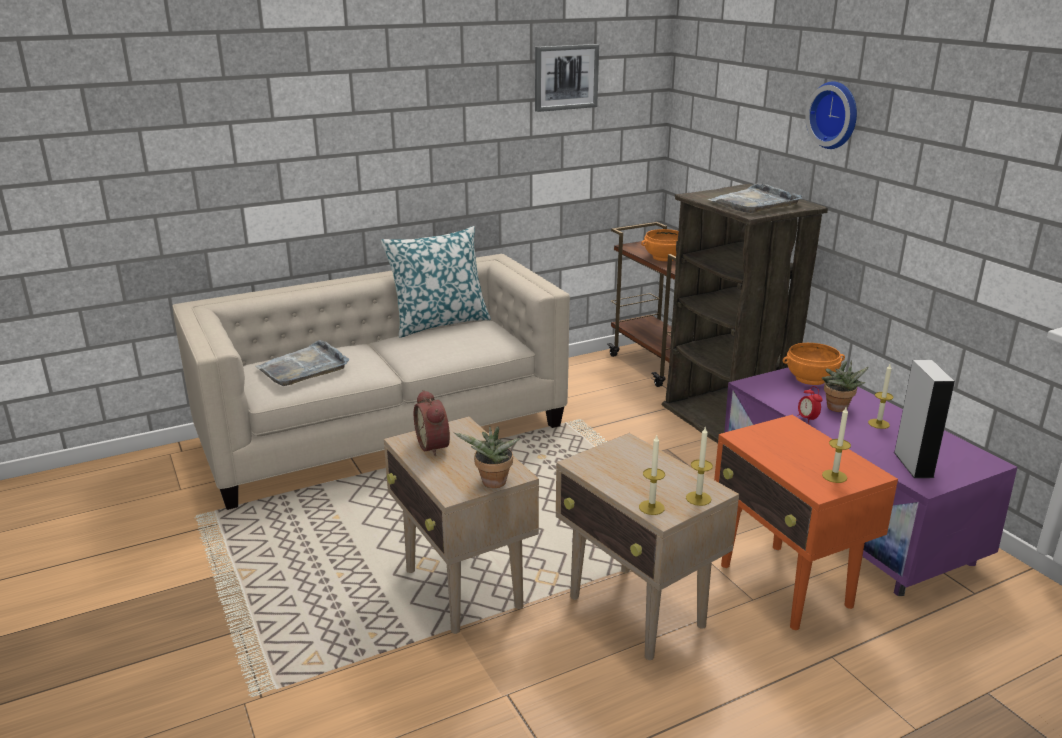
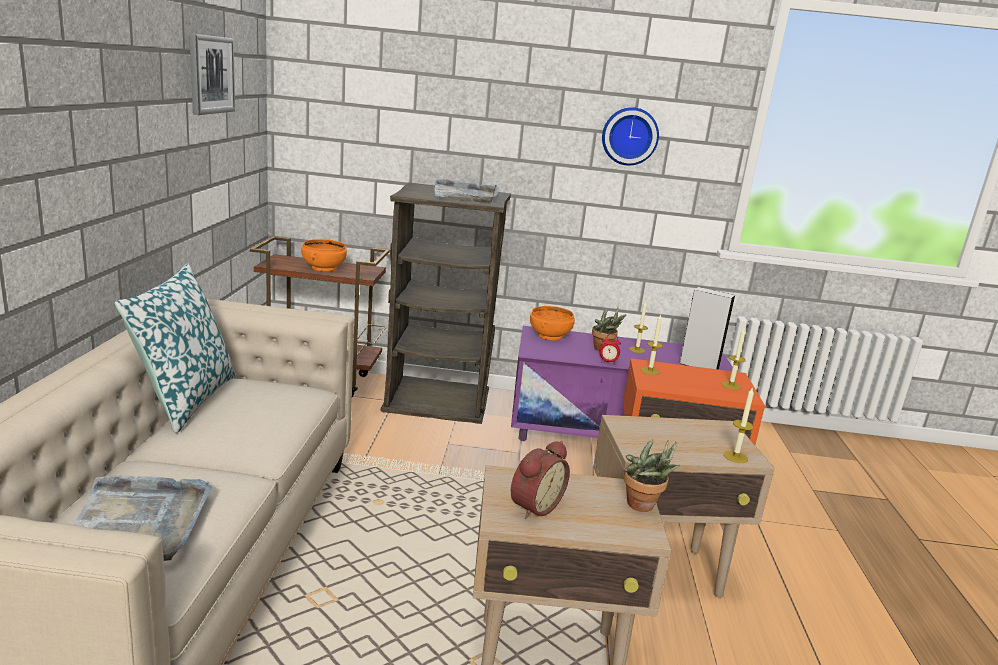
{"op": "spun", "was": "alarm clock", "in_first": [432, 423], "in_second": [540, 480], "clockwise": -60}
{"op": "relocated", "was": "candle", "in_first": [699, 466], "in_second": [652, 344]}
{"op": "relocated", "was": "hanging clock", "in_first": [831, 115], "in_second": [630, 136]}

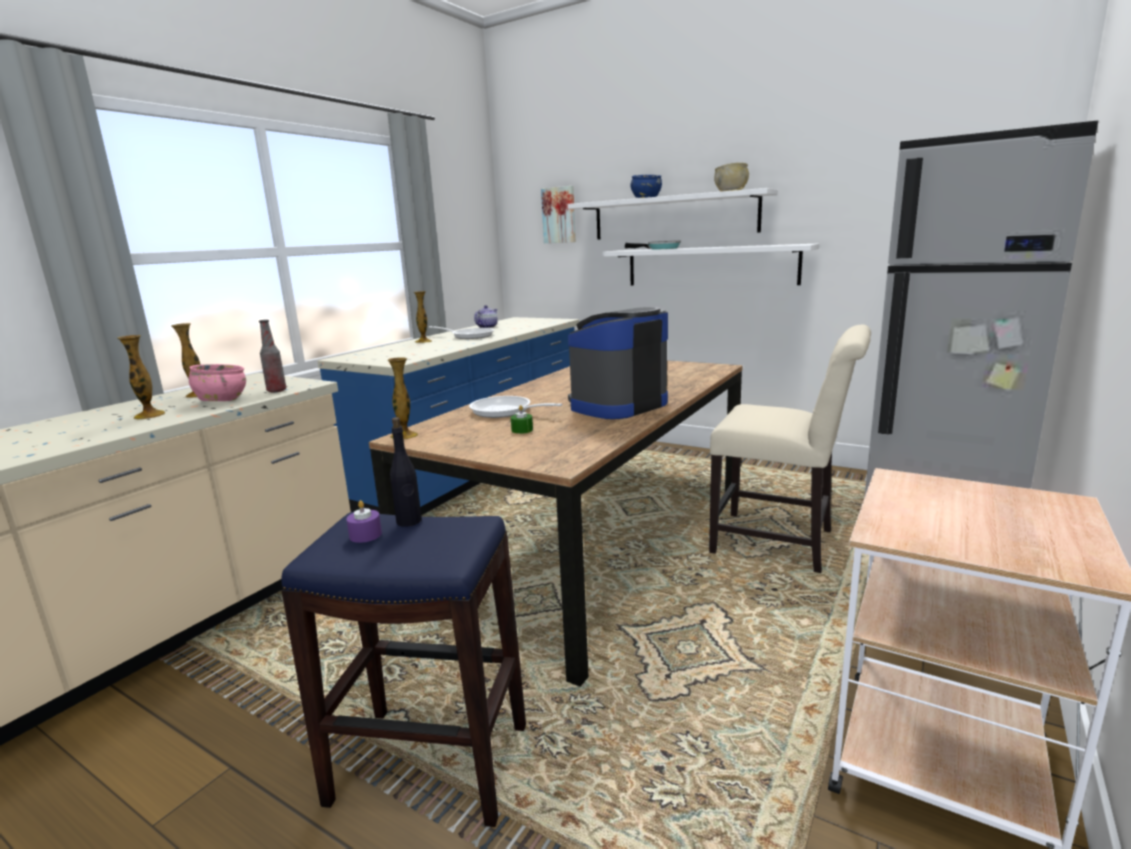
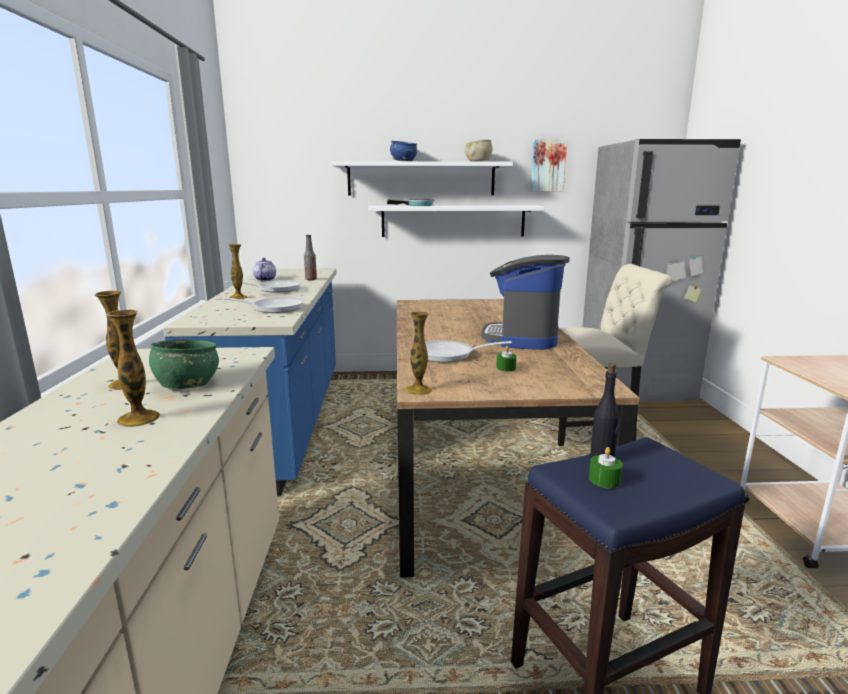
{"op": "colour", "was": "pink serving bowl", "now": "greenish serving bowl", "in_first": [217, 382], "in_second": [184, 364]}
{"op": "relocated", "was": "beverage bottle", "in_first": [272, 356], "in_second": [310, 257]}
{"op": "colour", "was": "purple candle", "now": "greenish candle", "in_first": [364, 521], "in_second": [606, 467]}
{"op": "relocated", "was": "picture", "in_first": [558, 214], "in_second": [549, 165]}
{"op": "appeared", "now": "skillet", "in_second": [260, 305]}

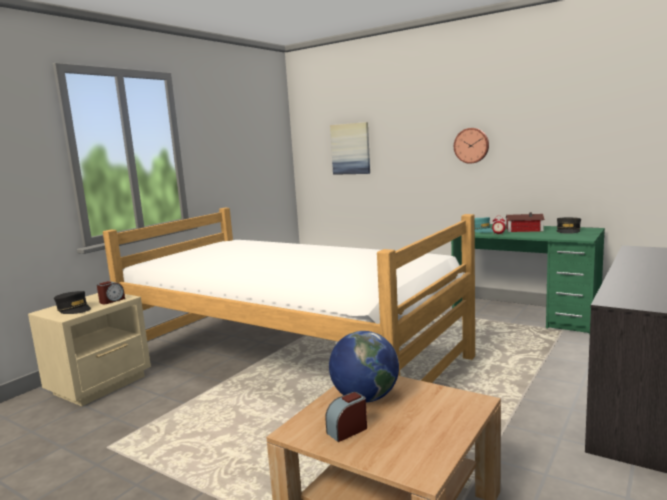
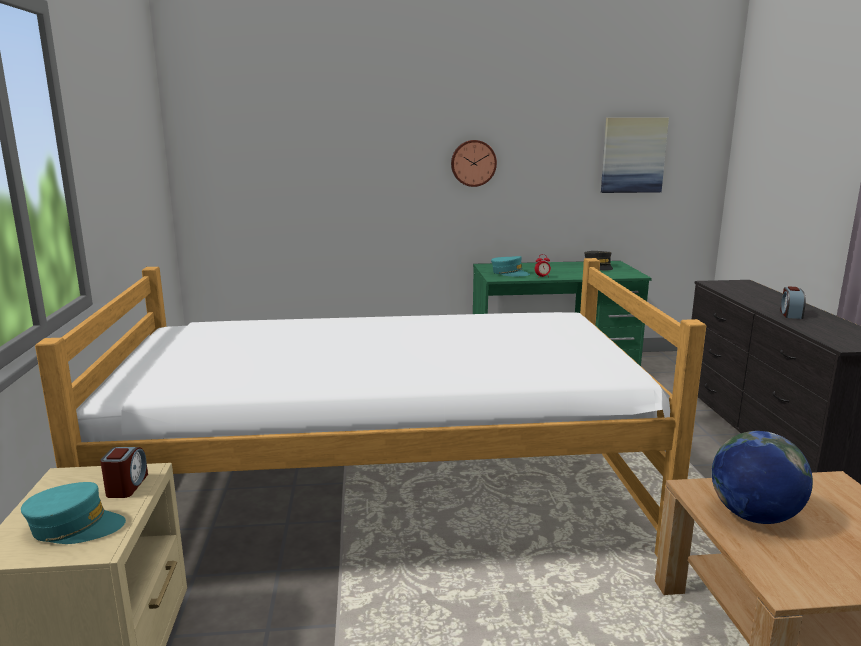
{"op": "colour", "was": "black baseball cap", "now": "turquoise-coloured baseball cap", "in_first": [72, 302], "in_second": [73, 513]}
{"op": "relocated", "was": "alarm clock", "in_first": [346, 417], "in_second": [793, 303]}
{"op": "relocated", "was": "picture", "in_first": [350, 148], "in_second": [635, 155]}
{"op": "missing", "was": "toy house", "in_first": [525, 222]}

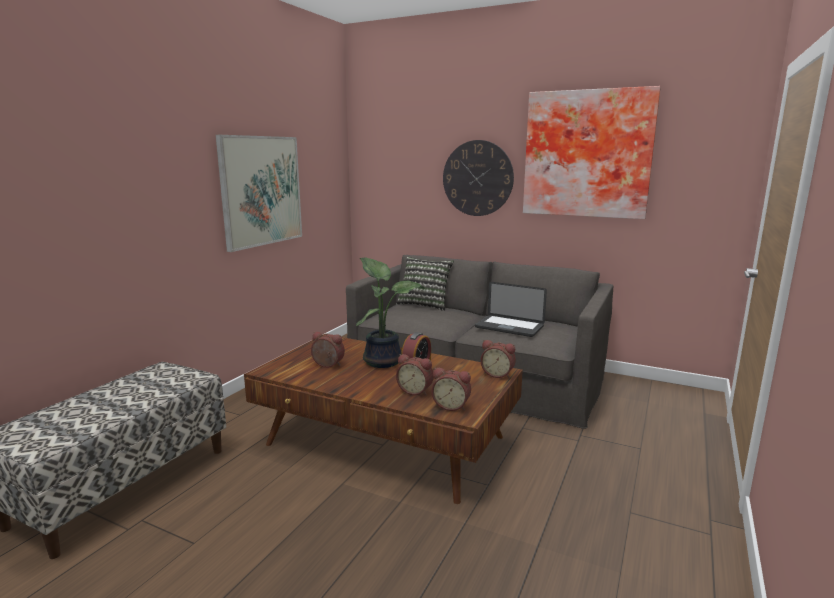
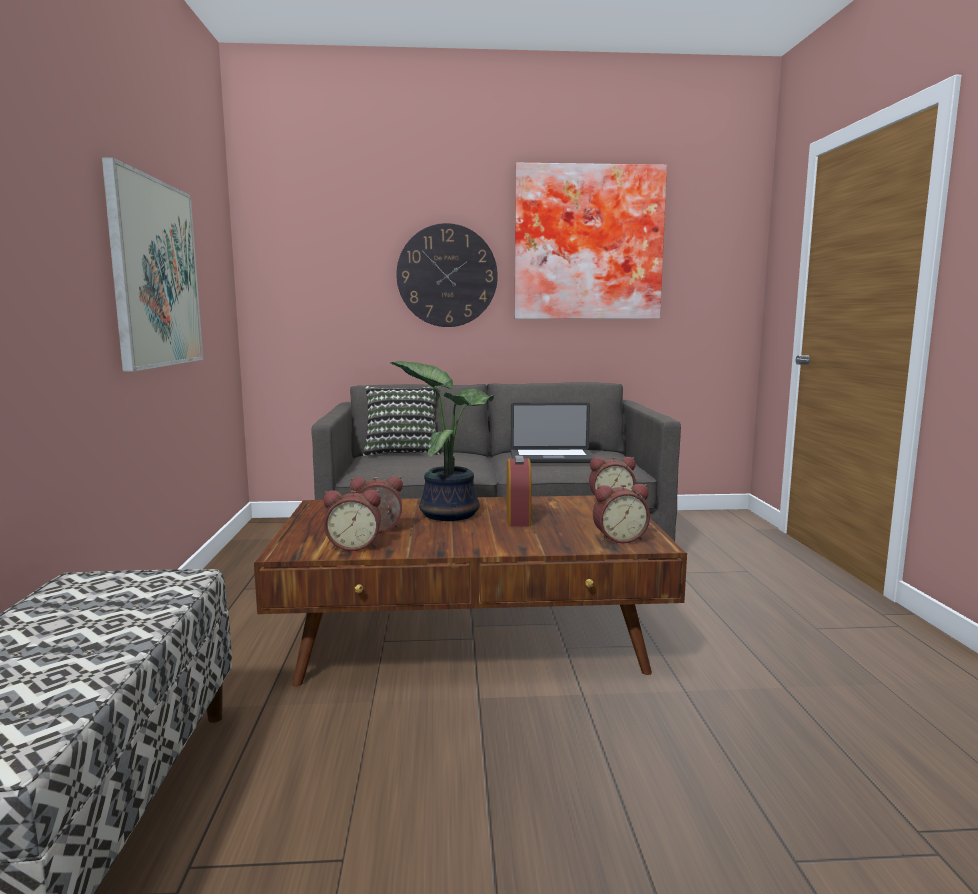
{"op": "relocated", "was": "alarm clock", "in_first": [415, 375], "in_second": [352, 520]}

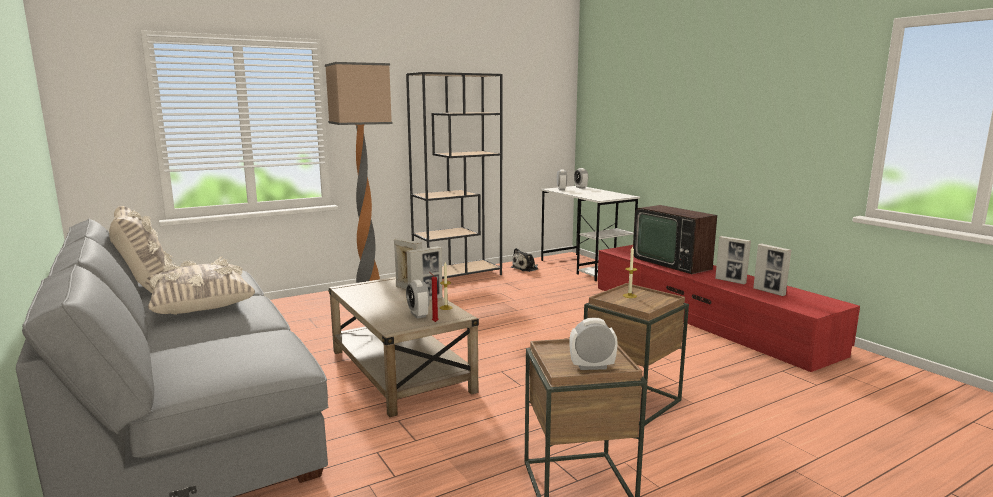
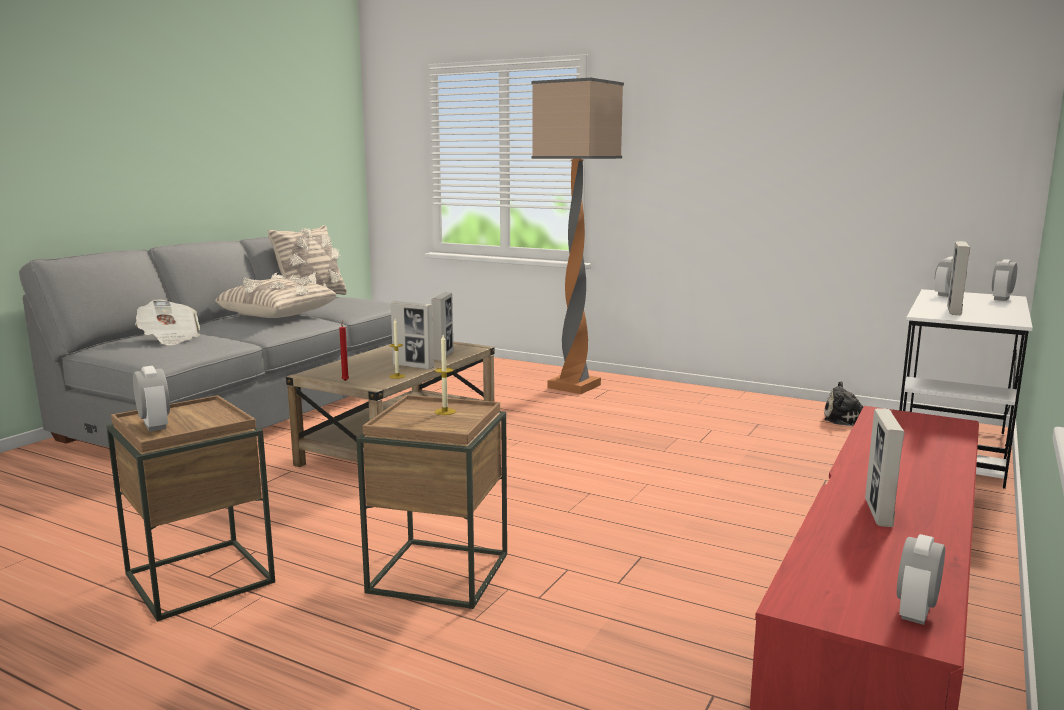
{"op": "missing", "was": "shelving unit", "in_first": [454, 175]}
{"op": "relocated", "was": "alarm clock", "in_first": [418, 299], "in_second": [921, 579]}
{"op": "missing", "was": "television", "in_first": [675, 239]}
{"op": "relocated", "was": "standing frame", "in_first": [772, 270], "in_second": [958, 278]}
{"op": "appeared", "now": "newspaper", "in_second": [167, 322]}

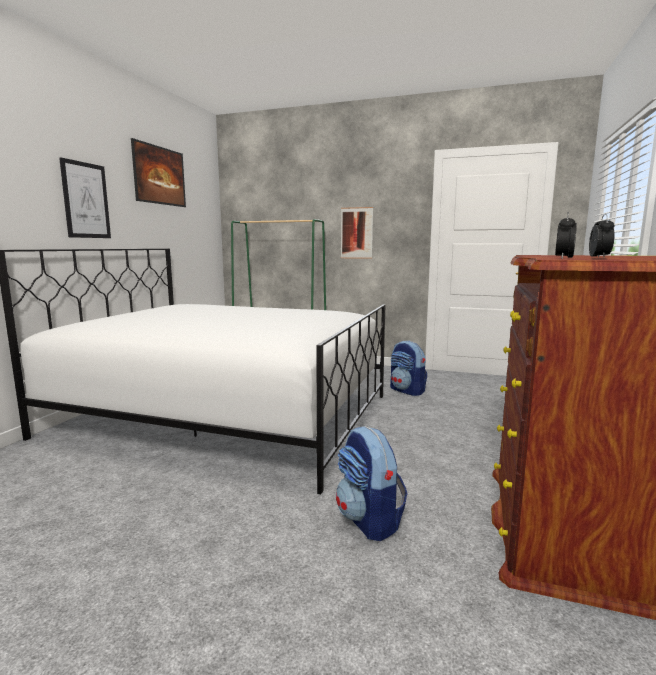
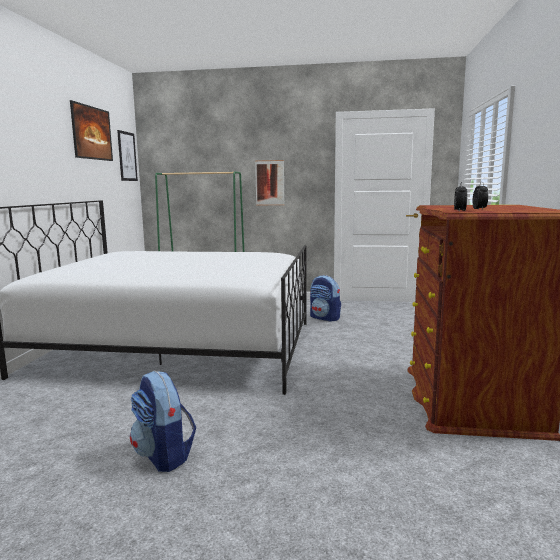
{"op": "relocated", "was": "picture", "in_first": [85, 197], "in_second": [127, 155]}
{"op": "relocated", "was": "knapsack", "in_first": [372, 483], "in_second": [163, 421]}

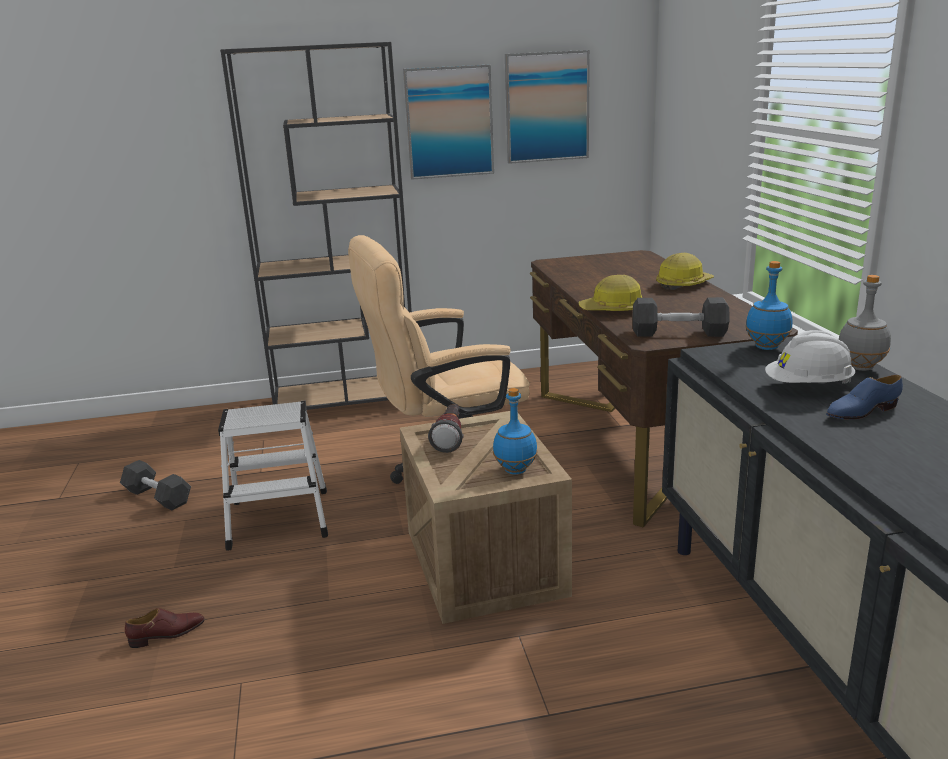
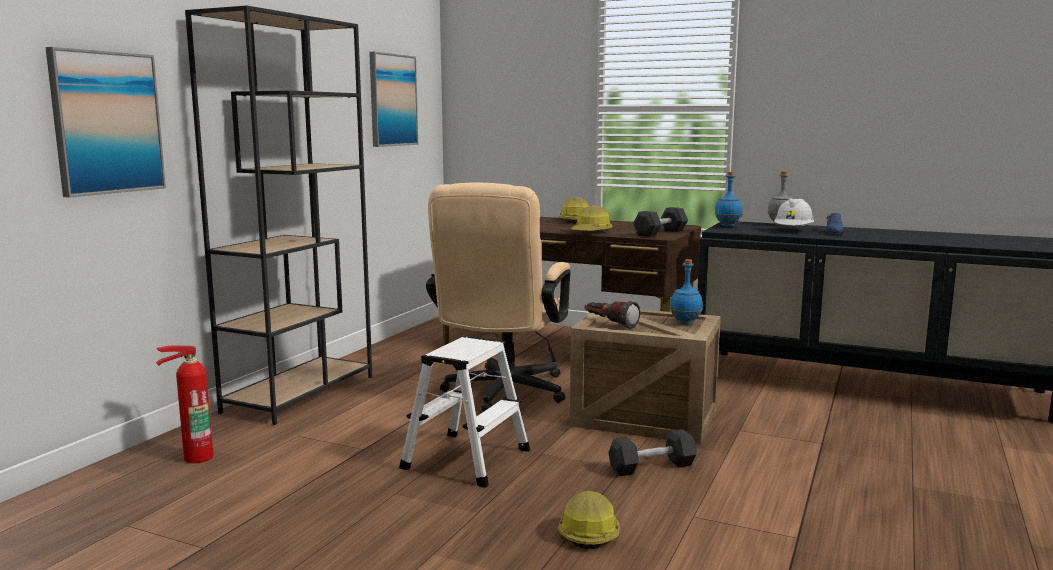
{"op": "relocated", "was": "black dumbbell", "in_first": [155, 485], "in_second": [652, 452]}
{"op": "exchanged", "was": "brown-coloured low shoe", "now": "hard hat", "in_first": [164, 628], "in_second": [588, 520]}
{"op": "relocated", "was": "picture", "in_first": [448, 122], "in_second": [106, 122]}
{"op": "appeared", "now": "extinguisher", "in_second": [184, 404]}

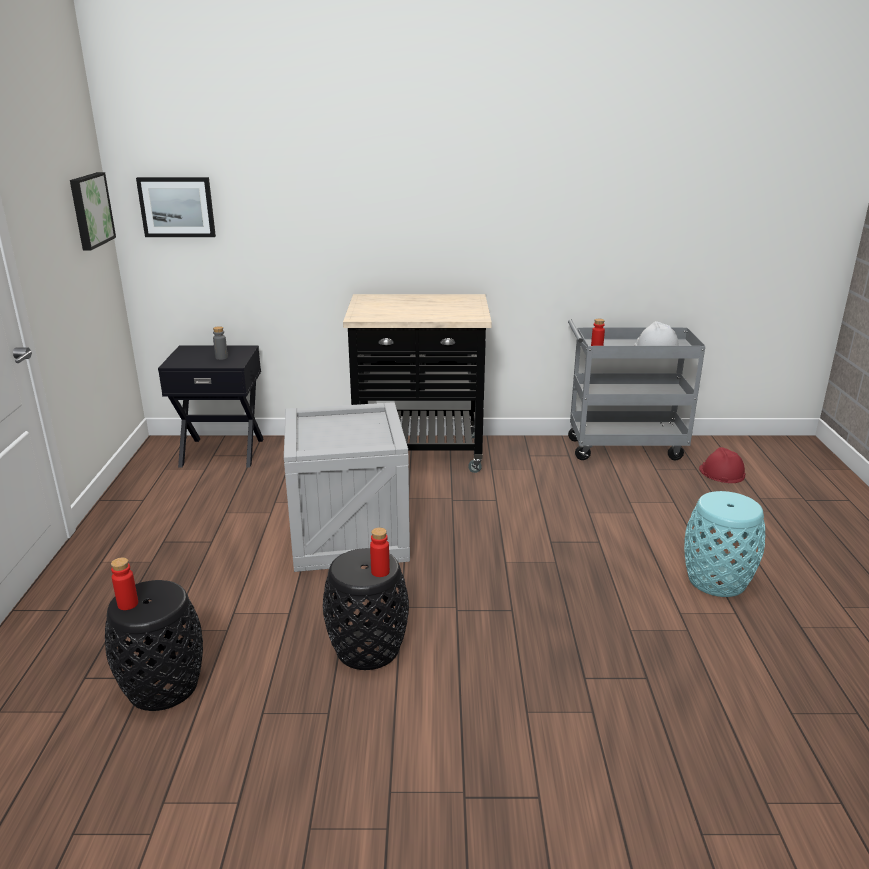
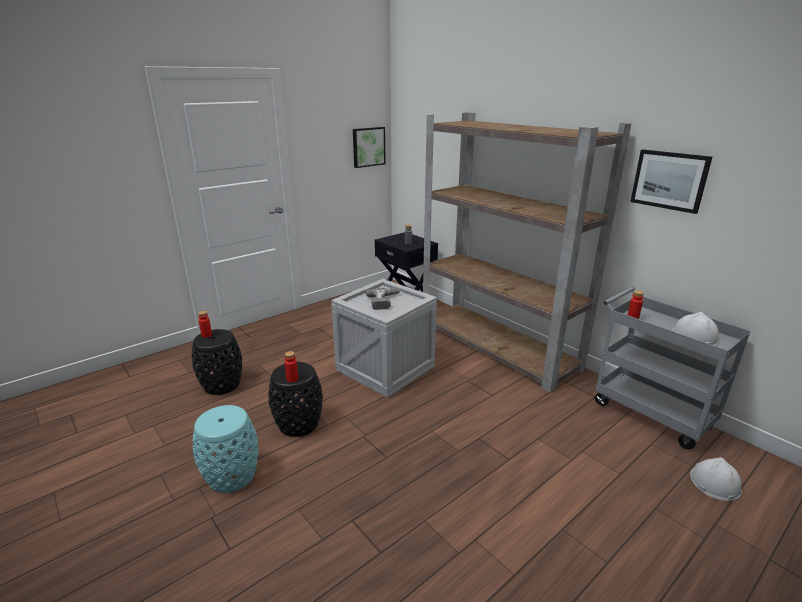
{"op": "relocated", "was": "picture", "in_first": [176, 207], "in_second": [671, 181]}
{"op": "exchanged", "was": "black wheeled cart", "now": "brown-coloured shelving unit", "in_first": [417, 383], "in_second": [527, 253]}
{"op": "relocated", "was": "turquoise-coloured stool seat", "in_first": [724, 544], "in_second": [225, 449]}
{"op": "colour", "was": "red-coloured hard hat", "now": "white-coloured hard hat", "in_first": [722, 465], "in_second": [716, 479]}
{"op": "appeared", "now": "power drill", "in_second": [383, 299]}

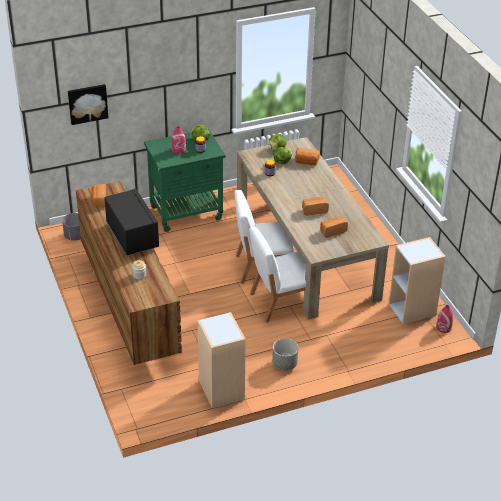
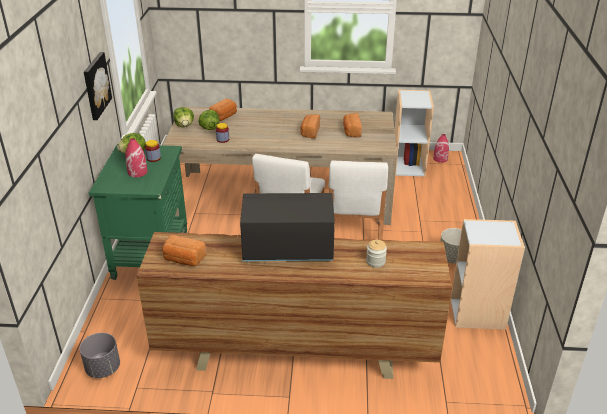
{"op": "relocated", "was": "picture", "in_first": [88, 104], "in_second": [98, 86]}

